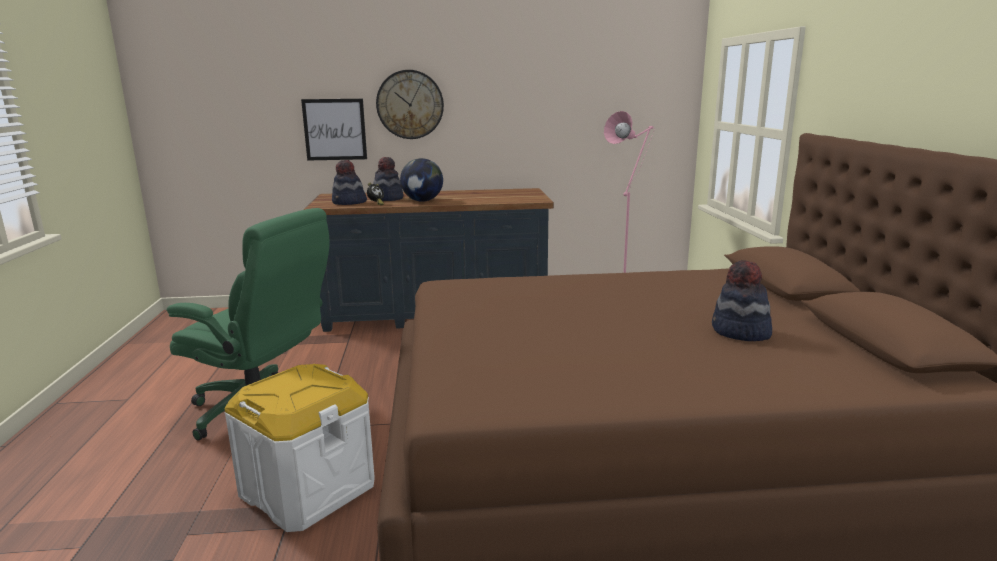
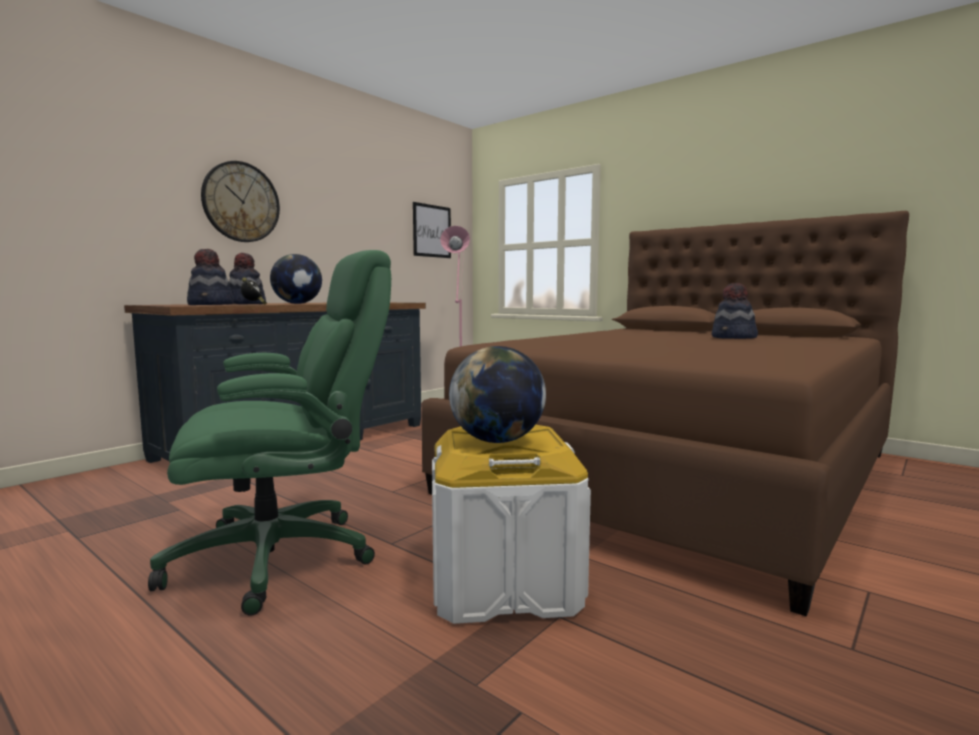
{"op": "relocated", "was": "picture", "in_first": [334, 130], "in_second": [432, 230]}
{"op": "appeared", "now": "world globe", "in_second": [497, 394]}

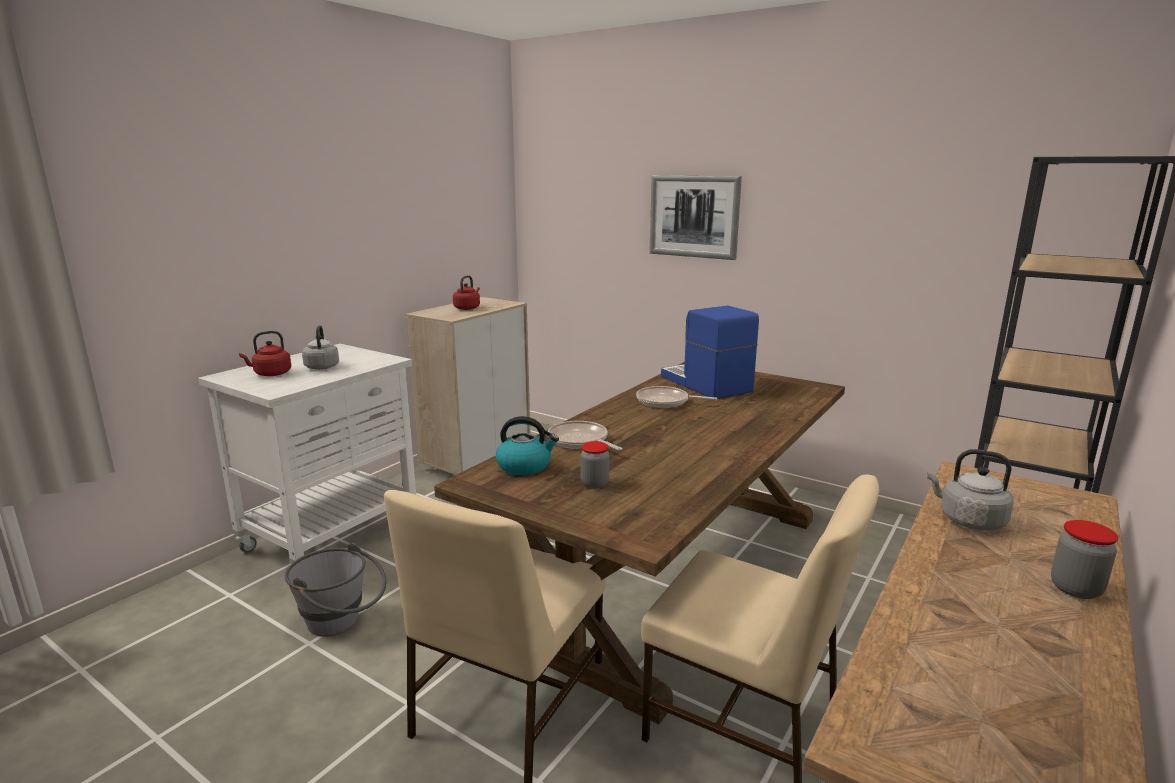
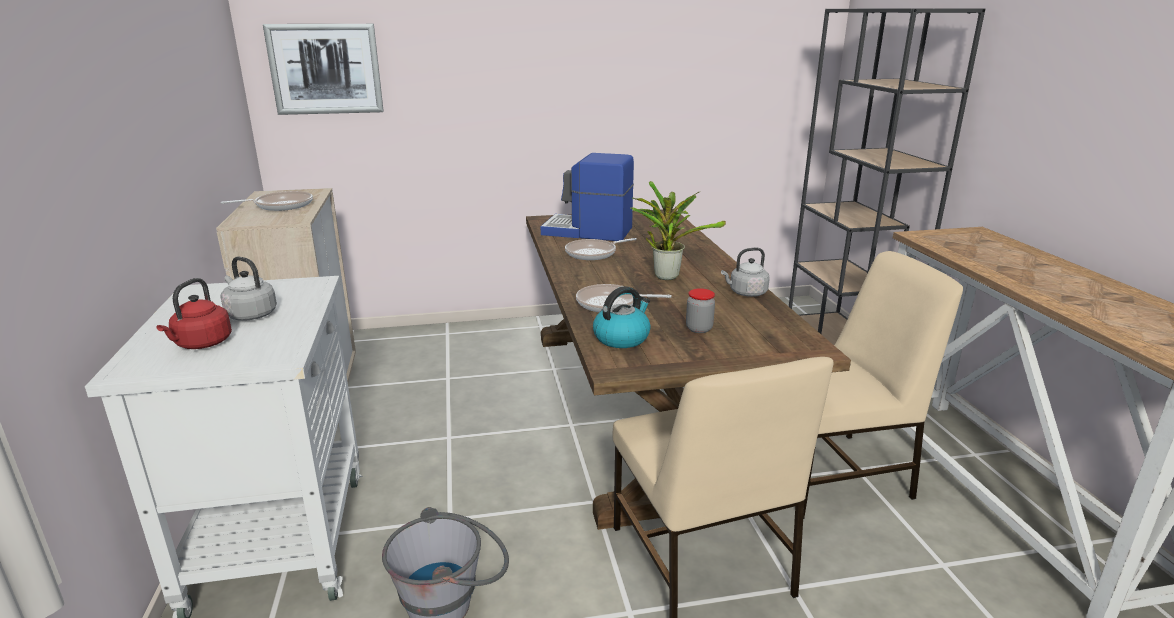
{"op": "exchanged", "was": "red-coloured tea kettle", "now": "skillet", "in_first": [466, 292], "in_second": [267, 201]}
{"op": "relocated", "was": "picture", "in_first": [695, 218], "in_second": [323, 69]}
{"op": "relocated", "was": "greyish tea kettle", "in_first": [970, 489], "in_second": [745, 272]}
{"op": "missing", "was": "storage jar", "in_first": [1084, 559]}
{"op": "appeared", "now": "plant in a pot", "in_second": [678, 230]}

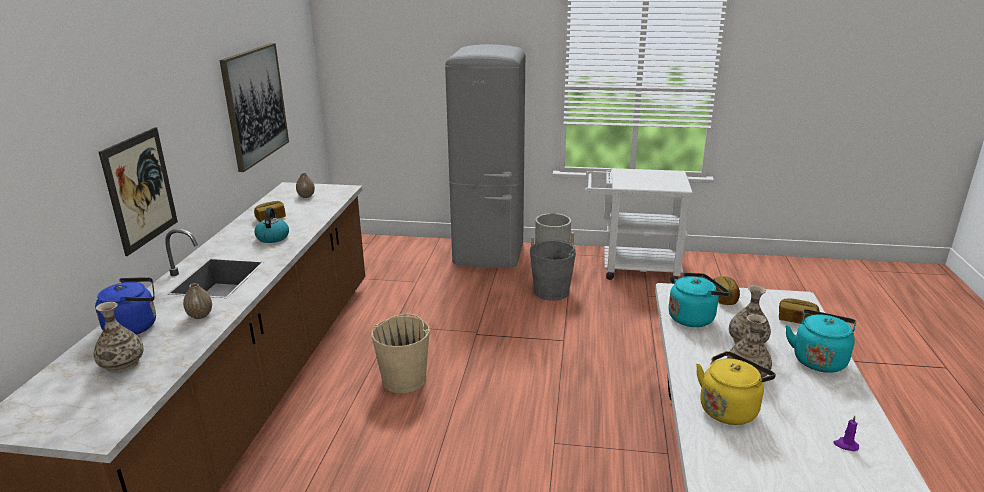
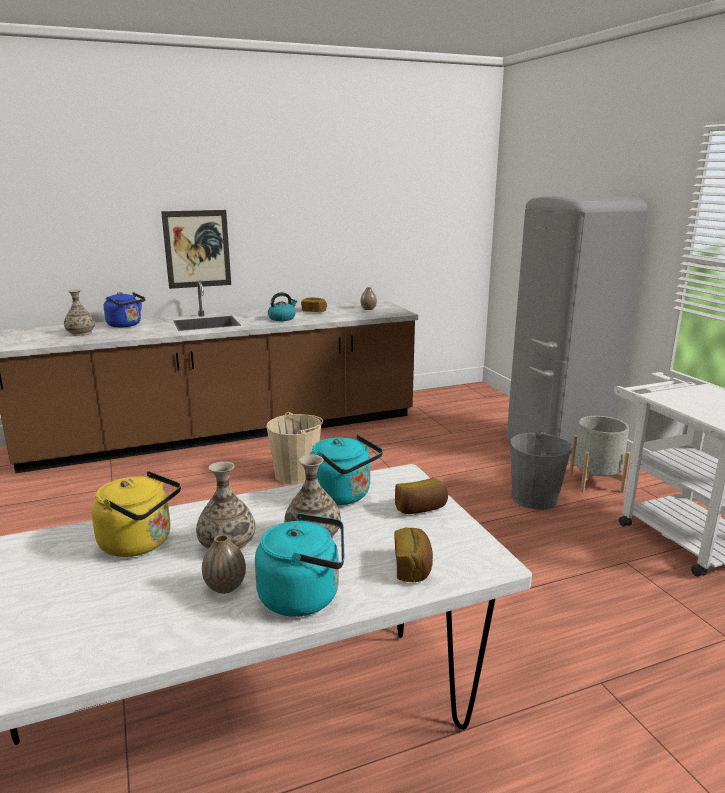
{"op": "relocated", "was": "decorative vase", "in_first": [197, 301], "in_second": [224, 564]}
{"op": "missing", "was": "picture", "in_first": [254, 107]}
{"op": "missing", "was": "purple candle", "in_first": [846, 433]}

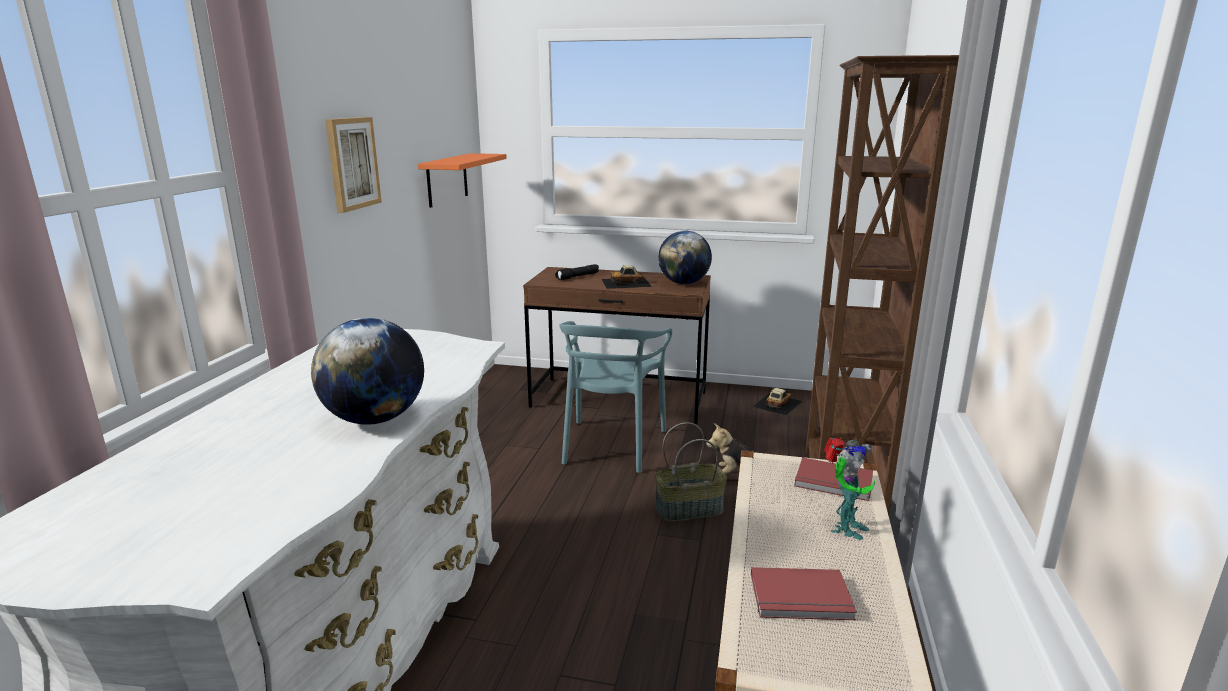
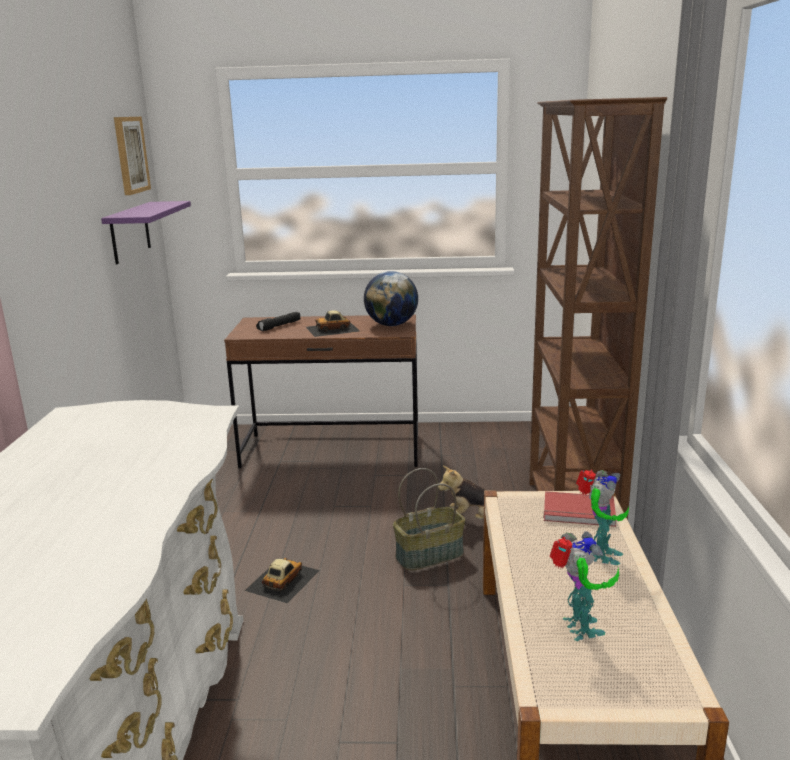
{"op": "missing", "was": "world globe", "in_first": [367, 371]}
{"op": "relocated", "was": "picture", "in_first": [353, 165], "in_second": [132, 156]}
{"op": "colour", "was": "orange wall shelf", "now": "purple wall shelf", "in_first": [462, 180], "in_second": [146, 232]}
{"op": "missing", "was": "turquoise-coloured plain chair", "in_first": [615, 397]}
{"op": "exchanged", "was": "red-coloured volume", "now": "toy robot", "in_first": [804, 593], "in_second": [584, 586]}
{"op": "relocated", "was": "model car", "in_first": [777, 402], "in_second": [282, 580]}

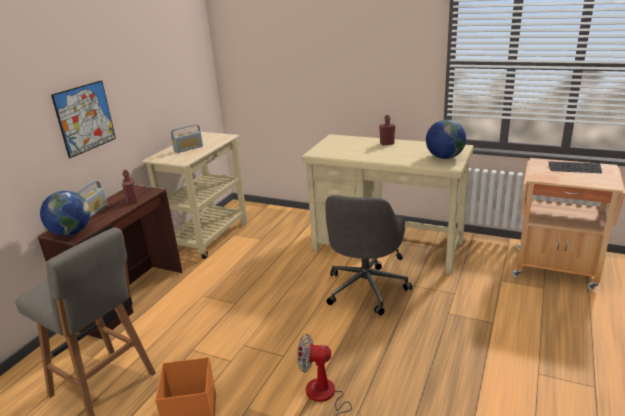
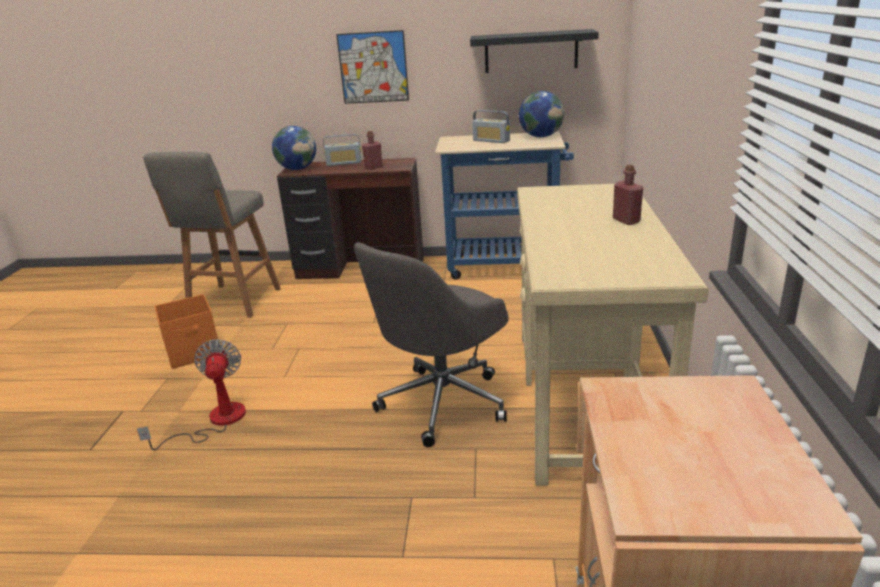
{"op": "colour", "was": "beige-coloured wheeled cart", "now": "bluish wheeled cart", "in_first": [195, 195], "in_second": [504, 205]}
{"op": "spun", "was": "greyish computer chair", "in_first": [368, 255], "in_second": [431, 344], "clockwise": -45}
{"op": "relocated", "was": "world globe", "in_first": [446, 139], "in_second": [541, 114]}
{"op": "missing", "was": "computer keyboard", "in_first": [575, 167]}
{"op": "appeared", "now": "black wall shelf", "in_second": [534, 51]}

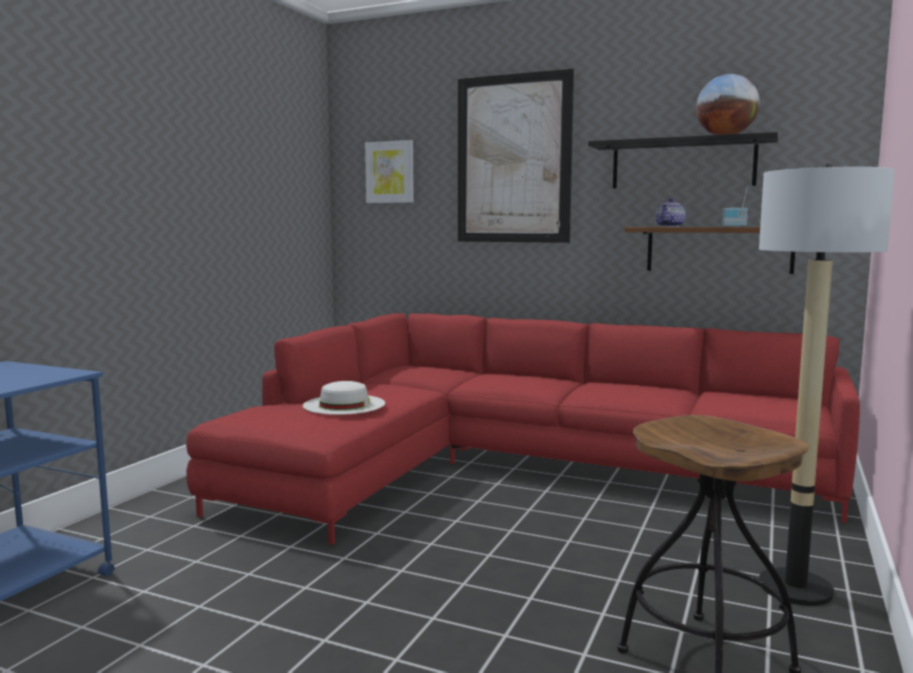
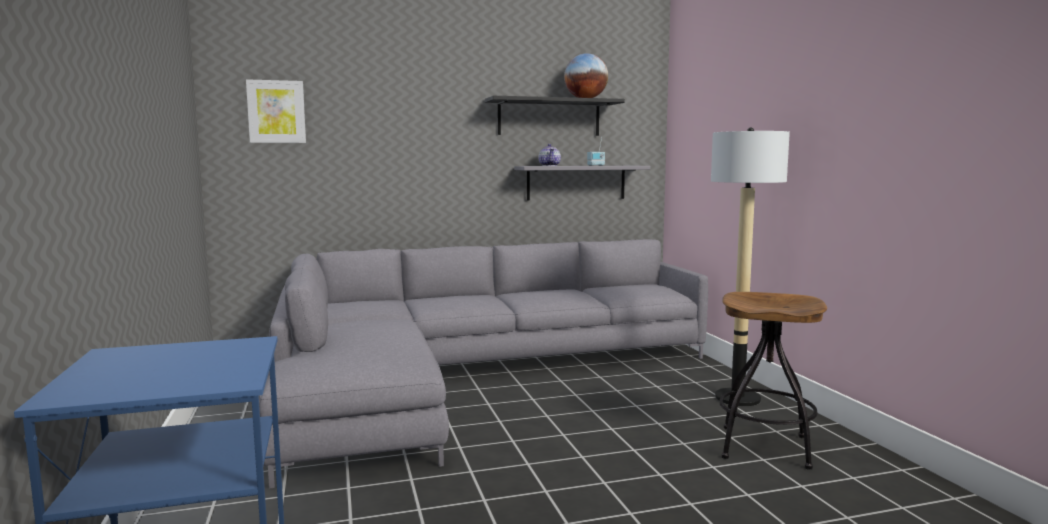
{"op": "colour", "was": "red-coloured settee", "now": "greyish settee", "in_first": [523, 429], "in_second": [483, 364]}
{"op": "missing", "was": "white-coloured clothing hat", "in_first": [344, 398]}
{"op": "missing", "was": "picture", "in_first": [516, 155]}
{"op": "colour", "was": "brown-coloured wall shelf", "now": "greyish wall shelf", "in_first": [709, 250], "in_second": [582, 183]}

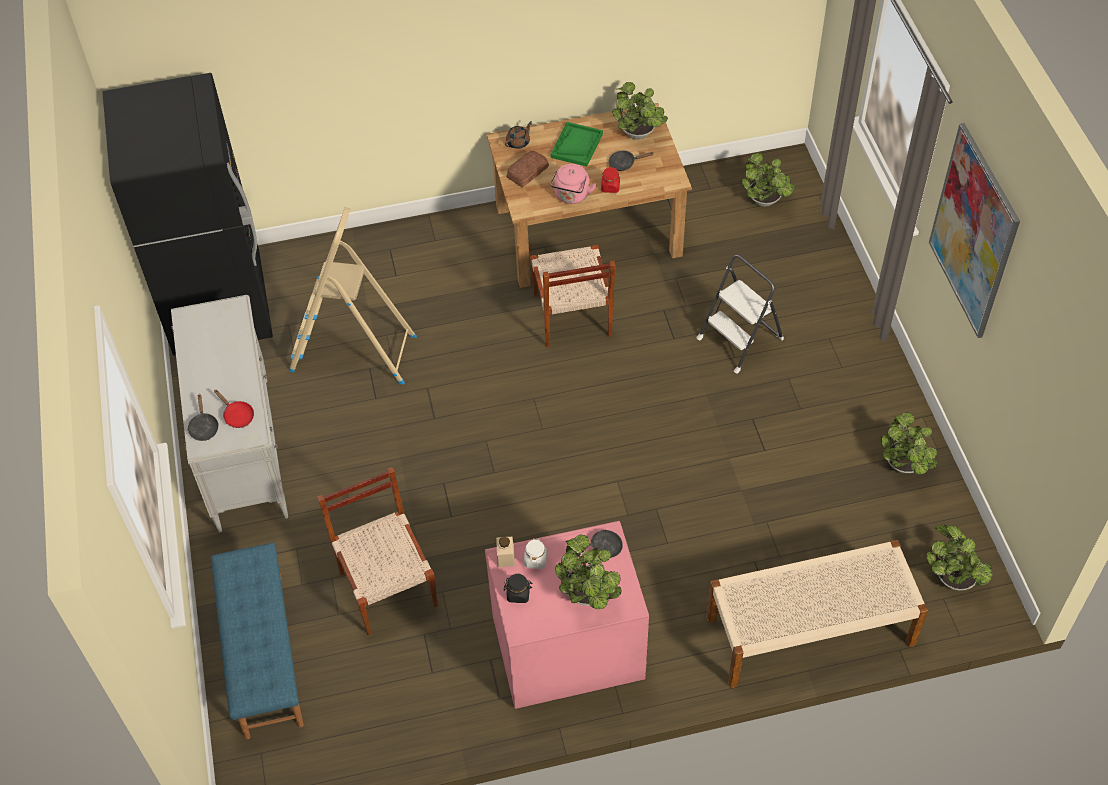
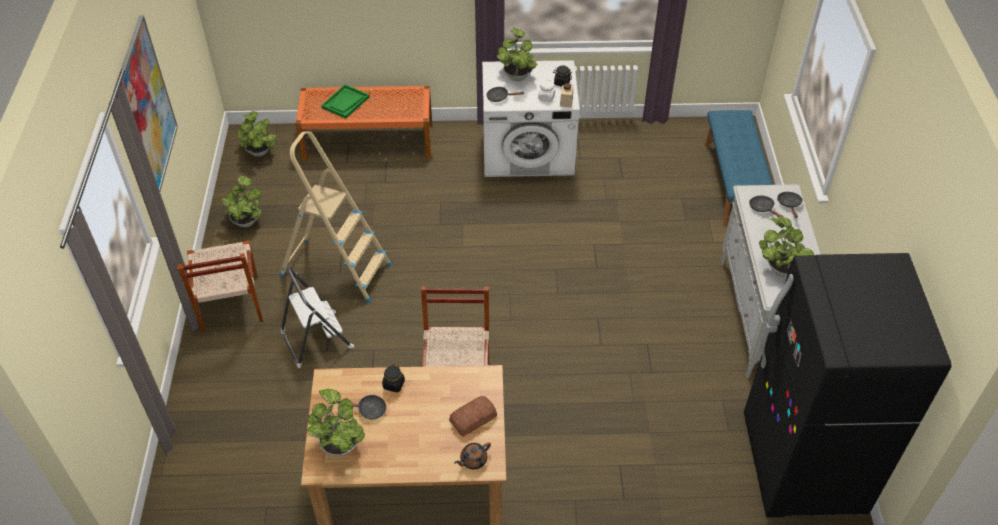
{"op": "colour", "was": "red-coloured skillet", "now": "black skillet", "in_first": [234, 409], "in_second": [766, 206]}
{"op": "relocated", "was": "beige-coloured stepladder", "in_first": [353, 295], "in_second": [336, 216]}
{"op": "relocated", "was": "plain chair", "in_first": [377, 551], "in_second": [220, 286]}
{"op": "colour", "was": "pink laundry appliance", "now": "white-coloured laundry appliance", "in_first": [567, 615], "in_second": [531, 118]}
{"op": "relocated", "was": "greenish tray", "in_first": [576, 144], "in_second": [345, 101]}
{"op": "missing", "was": "pink tea kettle", "in_first": [573, 184]}
{"op": "colour", "was": "red-coloured storage jar", "now": "black storage jar", "in_first": [610, 180], "in_second": [393, 378]}
{"op": "colour", "was": "beige-coloured long seat", "now": "orange long seat", "in_first": [817, 614], "in_second": [363, 123]}
{"op": "relocated", "was": "plant in a pot", "in_first": [768, 180], "in_second": [787, 247]}

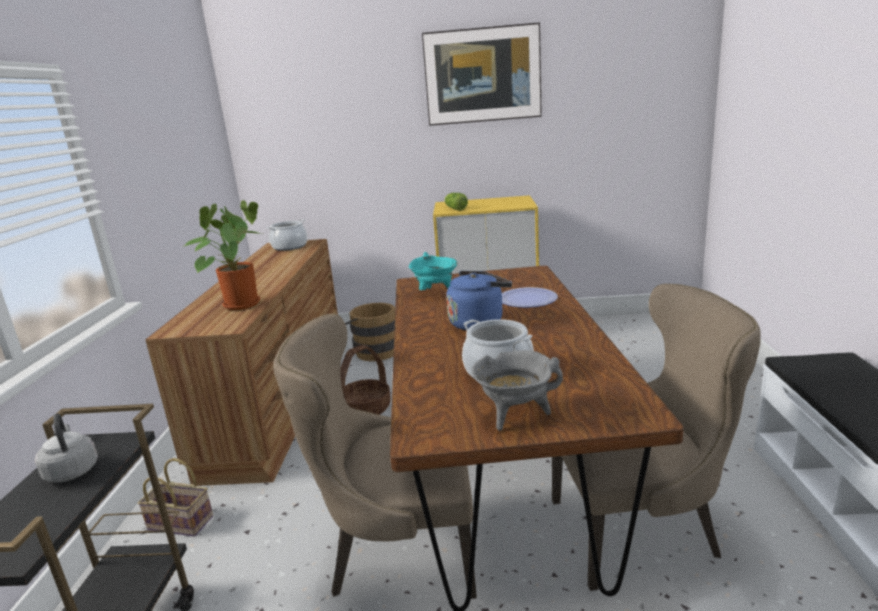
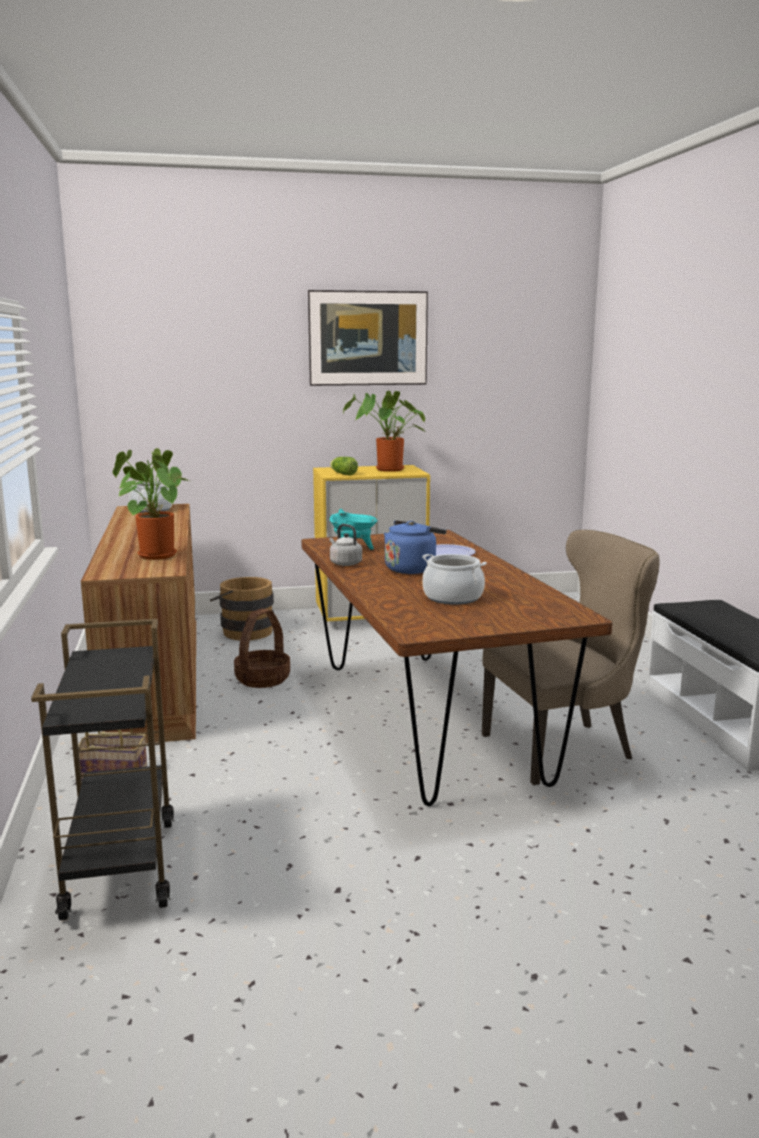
{"op": "relocated", "was": "greyish tea kettle", "in_first": [66, 448], "in_second": [345, 545]}
{"op": "missing", "was": "beige-coloured plain chair", "in_first": [375, 456]}
{"op": "missing", "was": "greyish saucepot", "in_first": [517, 390]}
{"op": "appeared", "now": "plant in a pot", "in_second": [385, 431]}

